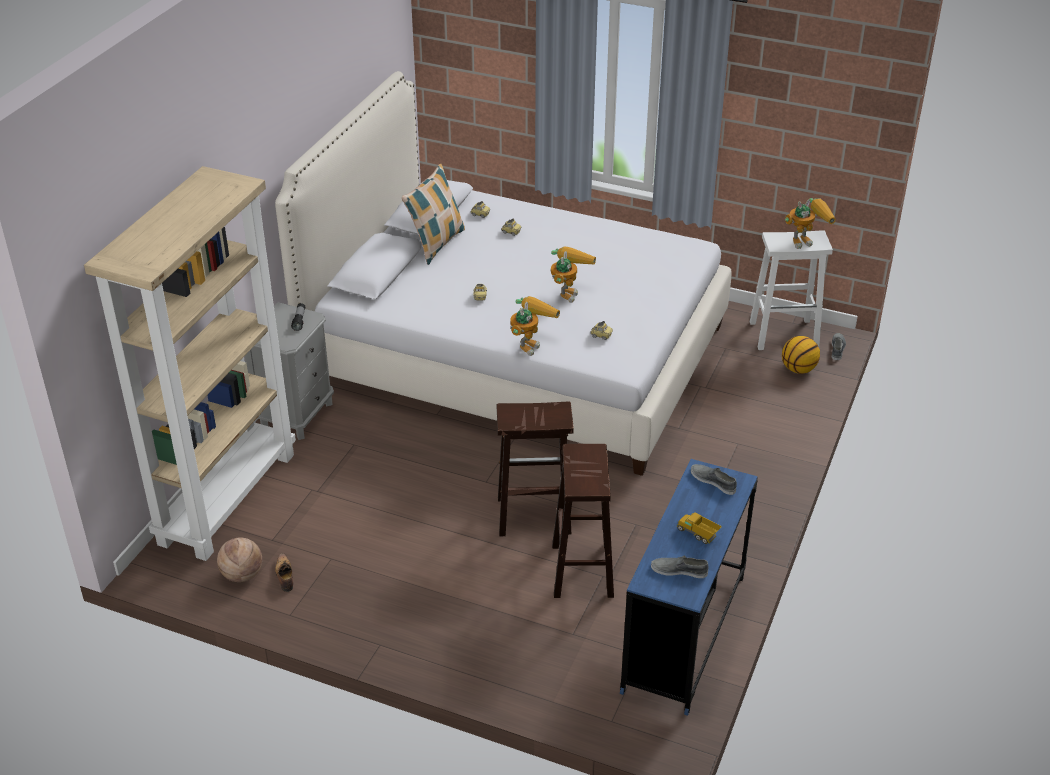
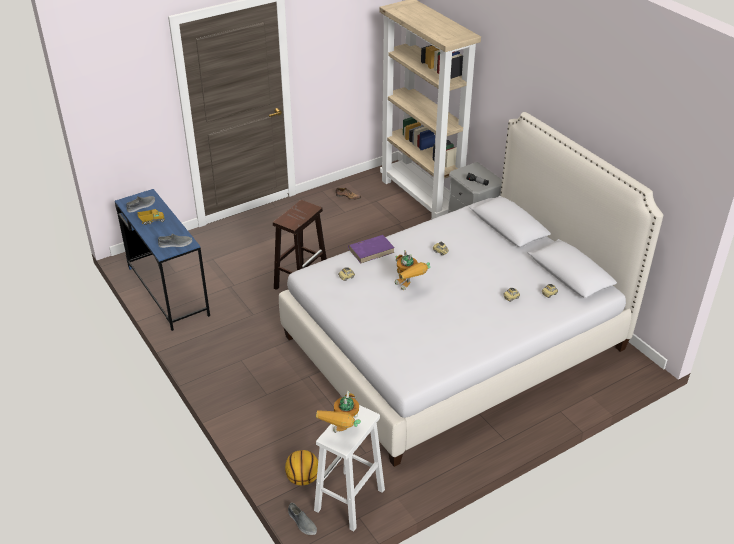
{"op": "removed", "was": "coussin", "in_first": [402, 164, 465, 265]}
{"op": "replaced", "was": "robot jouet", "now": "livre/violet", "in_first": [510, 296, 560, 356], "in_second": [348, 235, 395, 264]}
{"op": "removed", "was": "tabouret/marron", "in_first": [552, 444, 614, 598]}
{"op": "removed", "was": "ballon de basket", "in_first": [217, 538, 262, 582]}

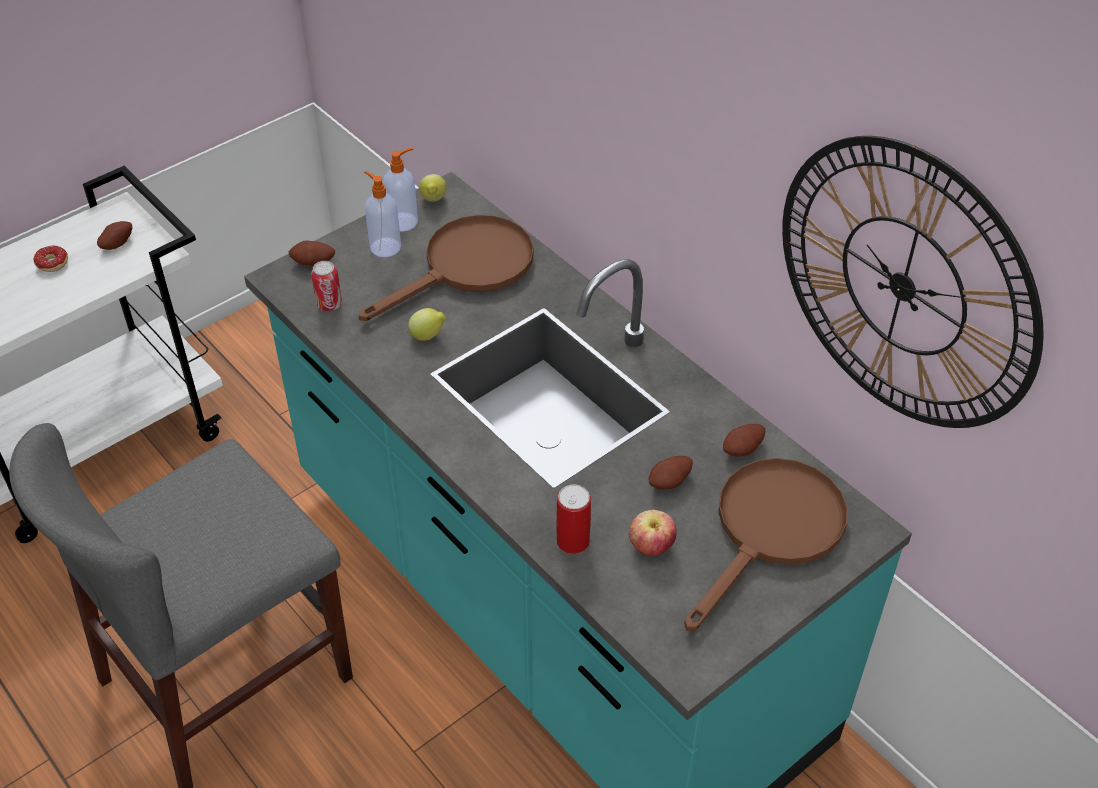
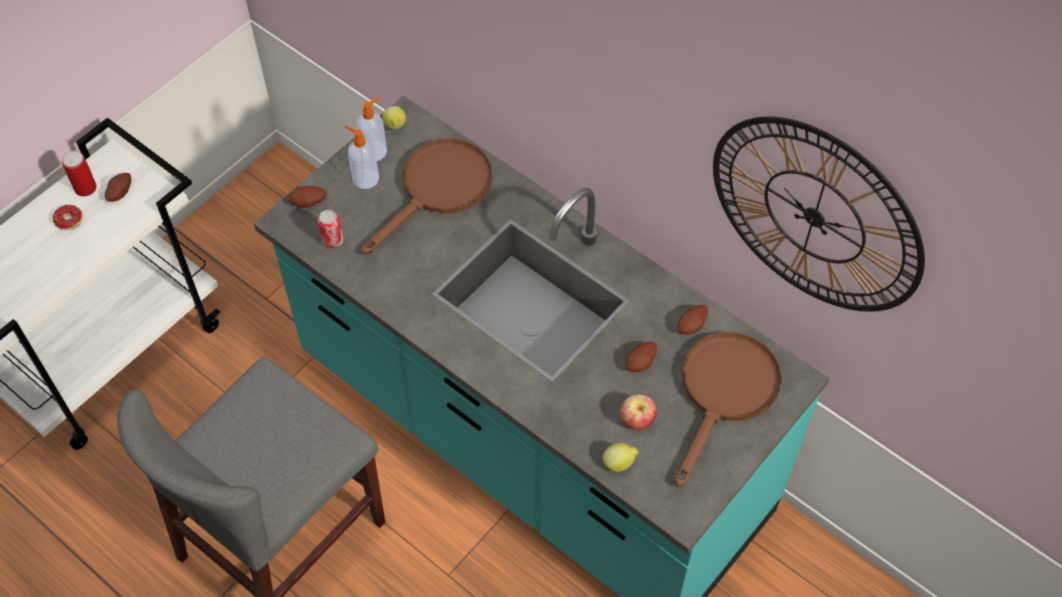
{"op": "moved", "was": "citron", "in_first": [408, 308, 446, 341], "in_second": [603, 443, 639, 472]}
{"op": "moved", "was": "boîte métallique", "in_first": [556, 484, 591, 554], "in_second": [62, 151, 97, 196]}

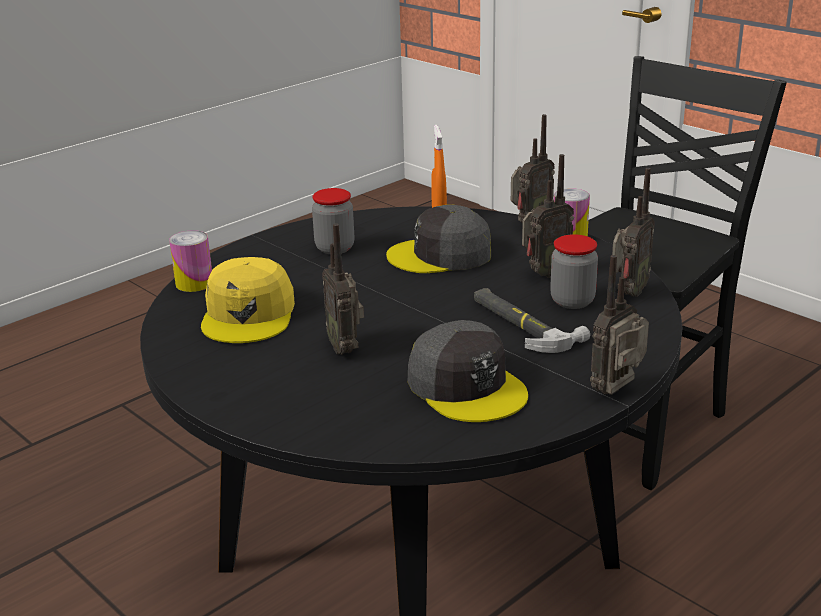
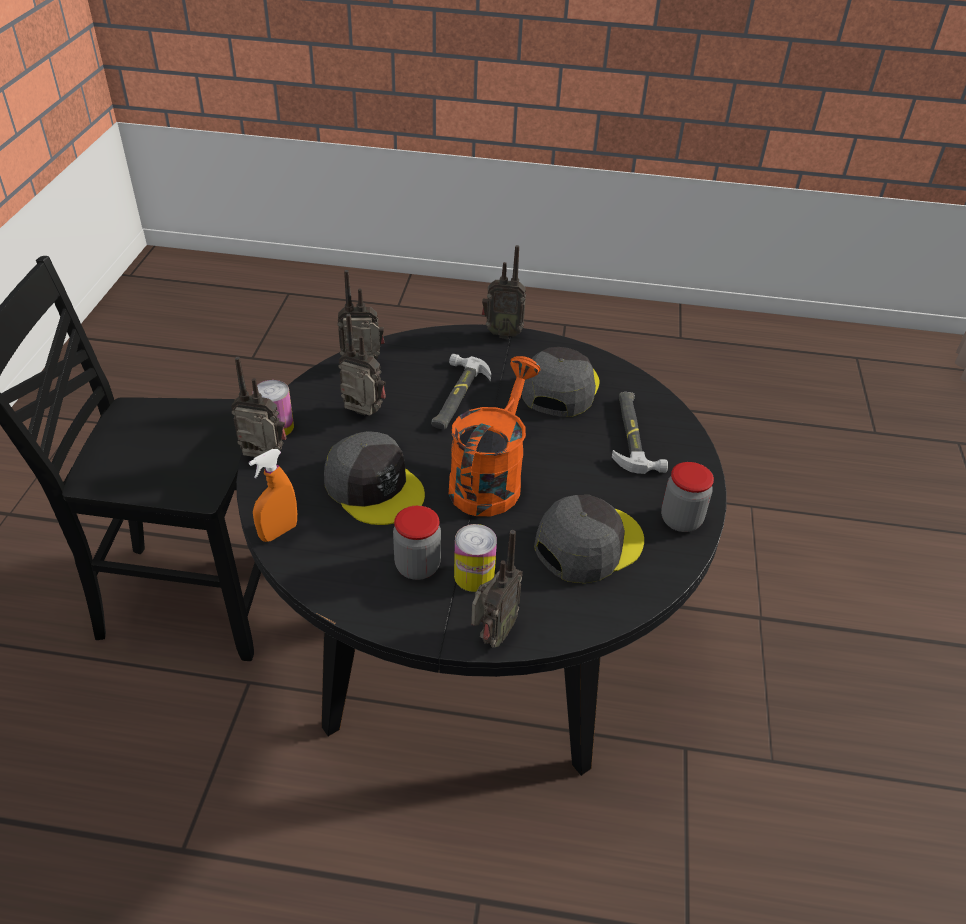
{"op": "moved", "was": "radio", "in_first": [322, 224, 364, 355], "in_second": [471, 530, 523, 647]}
{"op": "moved", "was": "boîte métallique", "in_first": [169, 230, 212, 292], "in_second": [454, 524, 497, 592]}
{"op": "moved", "was": "bocal", "in_first": [550, 234, 598, 309], "in_second": [661, 462, 714, 532]}
{"op": "recoloured", "was": "casquette/jaune", "now": "casquette/gris", "in_first": [201, 257, 295, 343], "in_second": [534, 495, 644, 583]}
{"op": "added", "now": "arrosoir/orange", "in_second": [449, 356, 541, 516]}
{"op": "added", "now": "marteau", "in_second": [612, 392, 668, 474]}

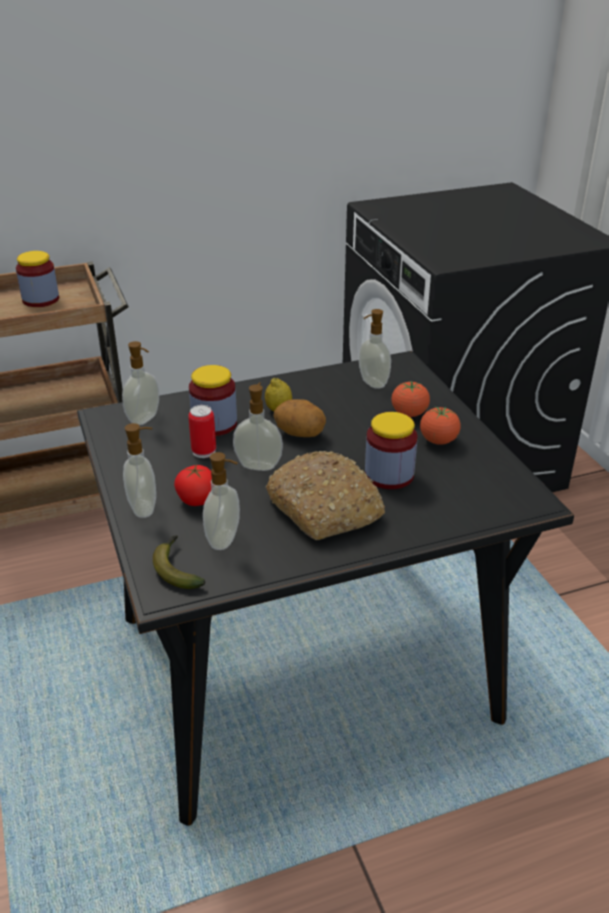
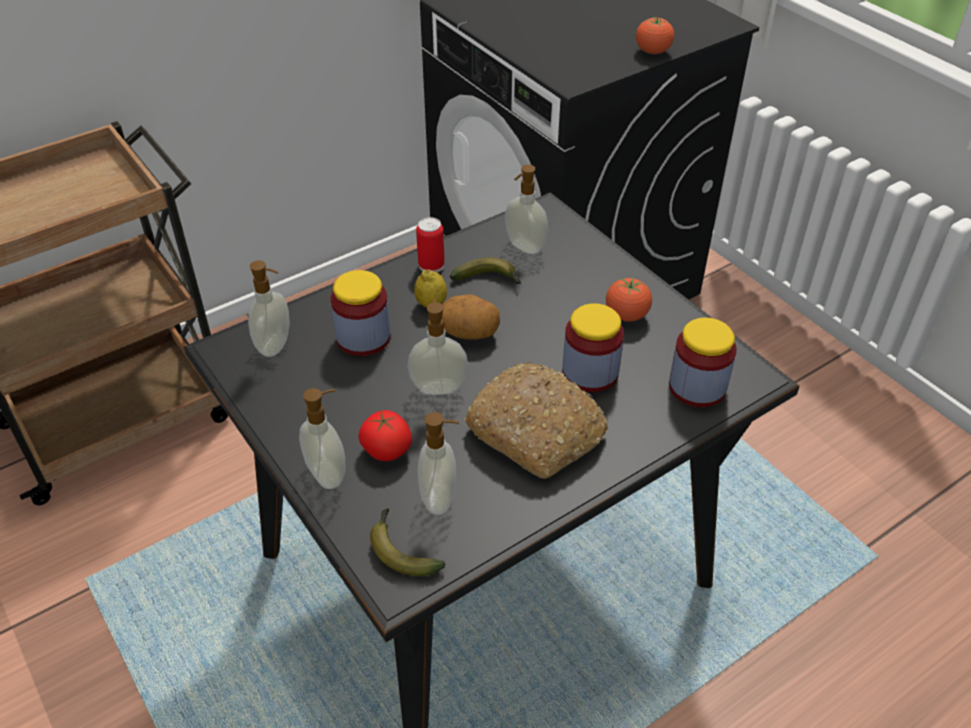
{"op": "moved", "was": "bocal", "in_first": [16, 251, 59, 307], "in_second": [669, 318, 737, 407]}
{"op": "moved", "was": "tomate", "in_first": [392, 381, 430, 417], "in_second": [636, 17, 674, 54]}
{"op": "moved", "was": "boîte métallique", "in_first": [188, 405, 216, 458], "in_second": [416, 217, 445, 273]}
{"op": "added", "now": "banane", "in_second": [450, 257, 521, 284]}

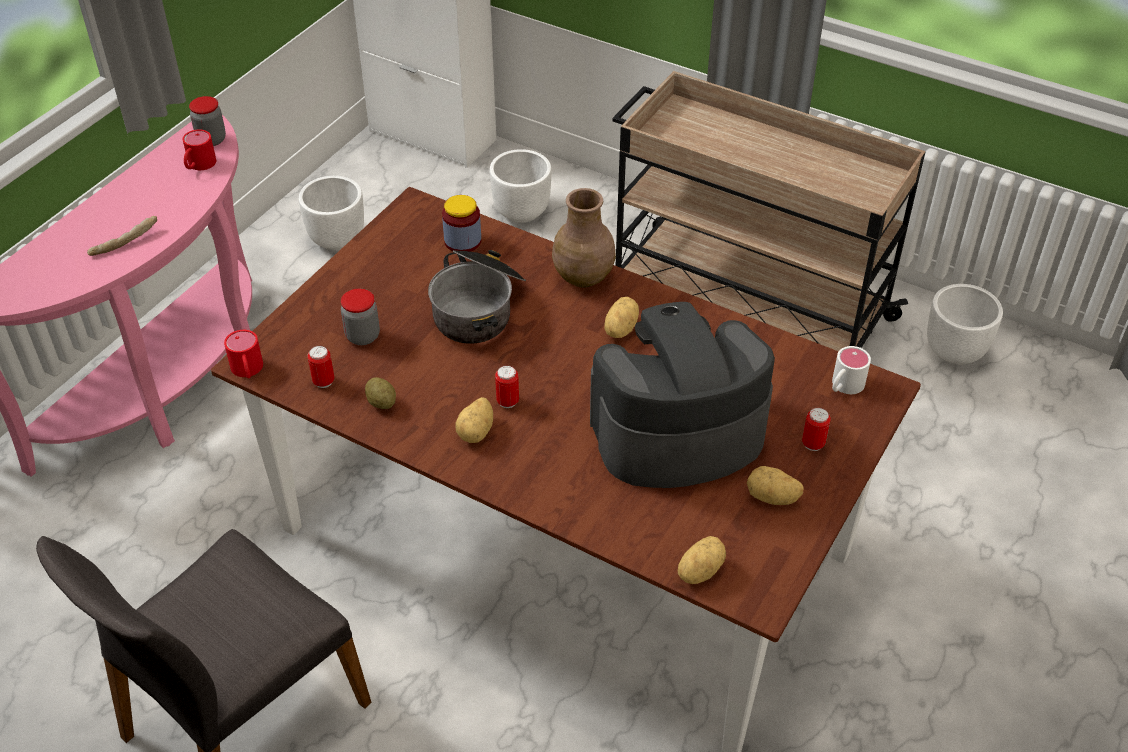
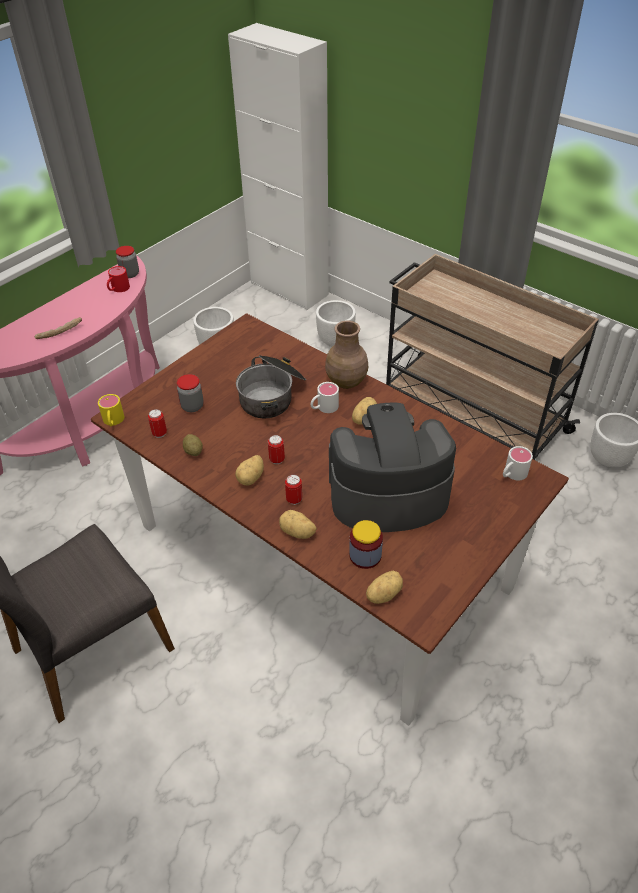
{"op": "moved", "was": "bocal", "in_first": [442, 195, 481, 252], "in_second": [349, 520, 383, 569]}
{"op": "recoloured", "was": "mug/rouge", "now": "mug/jaune", "in_first": [224, 330, 263, 378], "in_second": [98, 394, 125, 426]}
{"op": "moved", "was": "boîte métallique", "in_first": [802, 407, 831, 451], "in_second": [285, 475, 302, 505]}
{"op": "moved", "was": "pomme de terre", "in_first": [747, 466, 804, 505], "in_second": [279, 510, 317, 539]}
{"op": "added", "now": "mug/blanc", "in_second": [311, 382, 339, 413]}

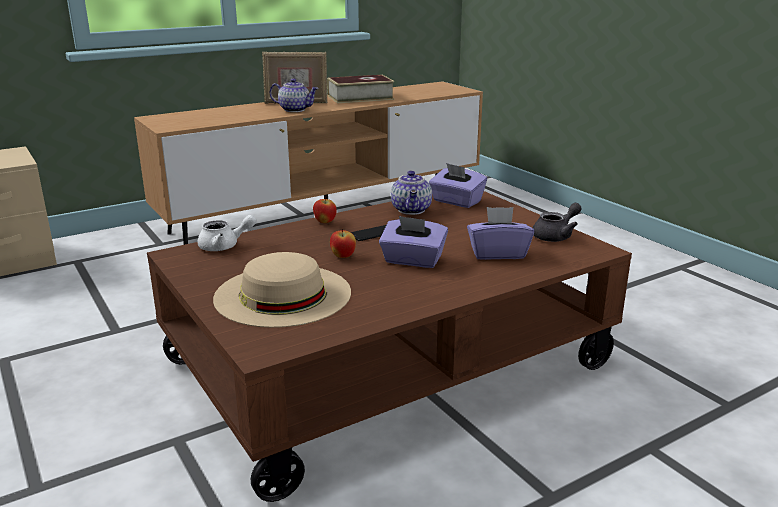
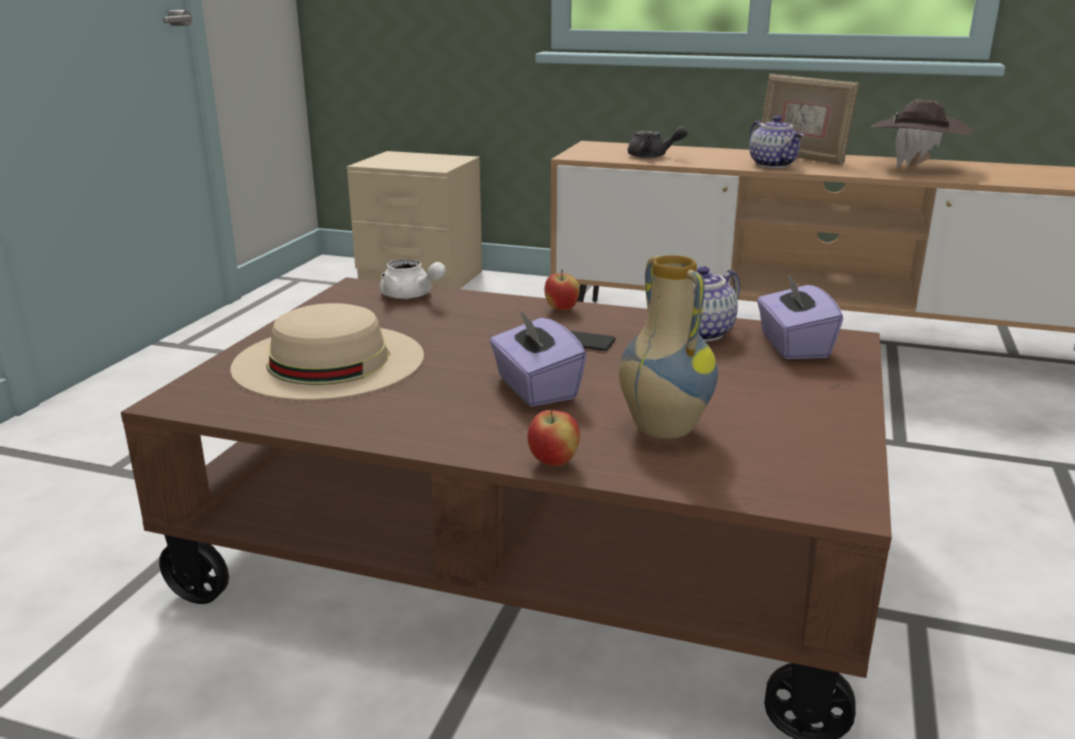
{"op": "replaced", "was": "livre", "now": "chapeau/marron", "in_first": [327, 75, 394, 103], "in_second": [870, 100, 973, 167]}
{"op": "moved", "was": "théière/gris", "in_first": [533, 203, 582, 242], "in_second": [628, 126, 688, 158]}
{"op": "replaced", "was": "boîte à mouchoirs/violet", "now": "vase", "in_first": [467, 207, 534, 260], "in_second": [619, 255, 718, 439]}
{"op": "moved", "was": "pomme", "in_first": [330, 228, 356, 258], "in_second": [527, 408, 580, 466]}

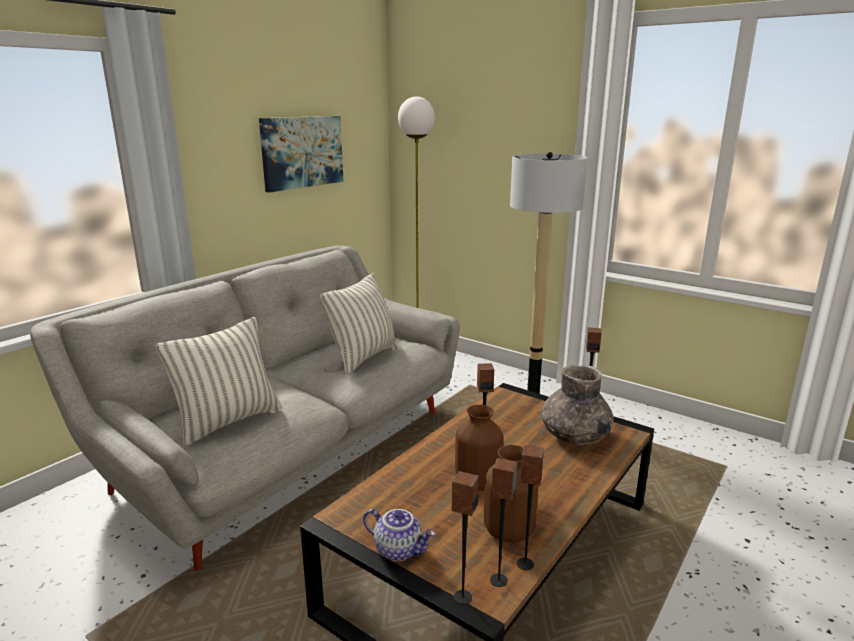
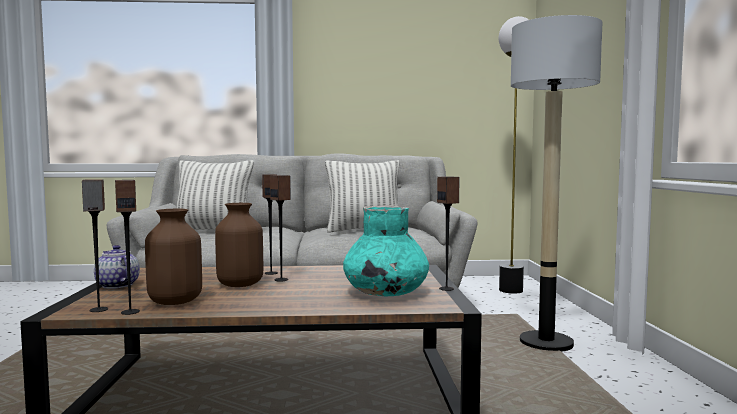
{"op": "removed", "was": "tableau", "in_first": [259, 116, 344, 193]}
{"op": "recoloured", "was": "vase/gris", "now": "vase/turquoise", "in_first": [542, 365, 614, 445], "in_second": [343, 205, 429, 296]}
{"op": "moved", "was": "enceinte", "in_first": [452, 471, 479, 604], "in_second": [262, 174, 278, 275]}
{"op": "turned", "was": "théière", "in_first": [363, 509, 435, 561], "in_second": [94, 245, 140, 289], "clockwise": 150}

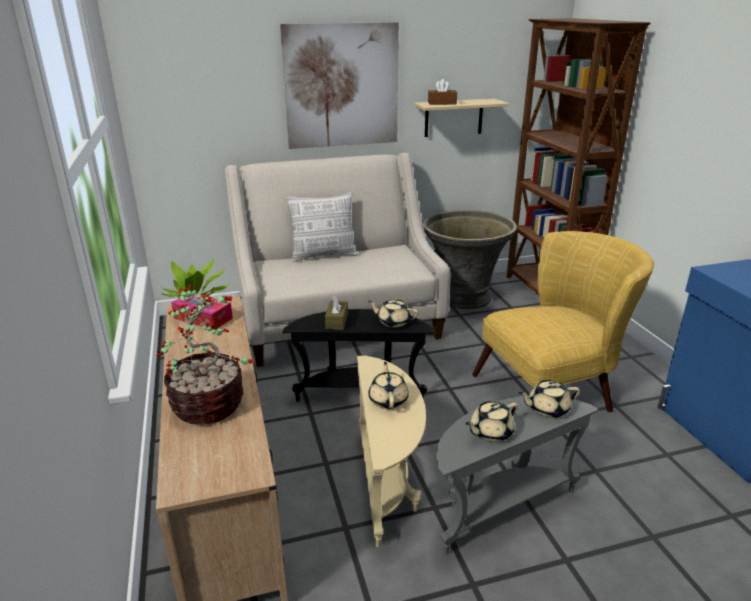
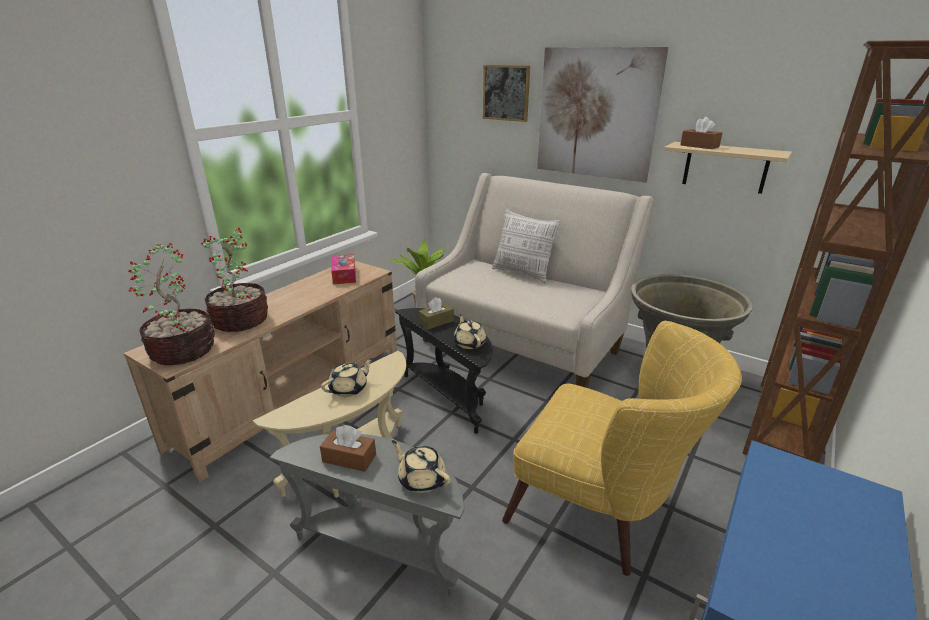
{"op": "replaced", "was": "théière/beige", "now": "boîte à mouchoirs/marron", "in_first": [465, 401, 518, 442], "in_second": [320, 425, 376, 472]}
{"op": "added", "now": "tableau", "in_second": [483, 65, 530, 122]}
{"op": "added", "now": "plante en pot", "in_second": [129, 243, 215, 365]}

